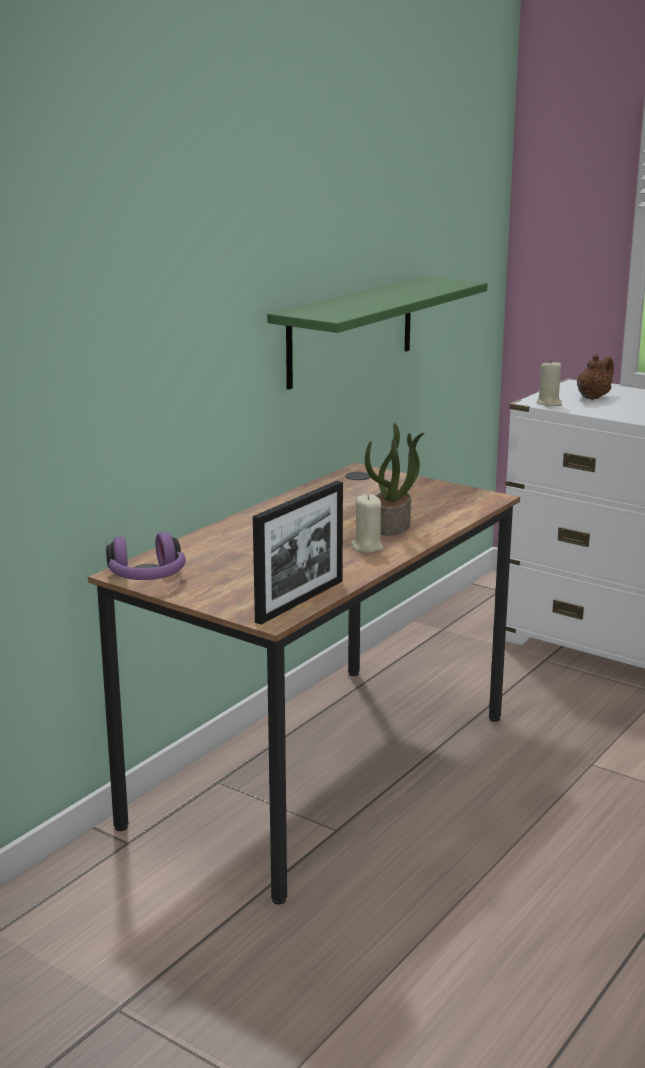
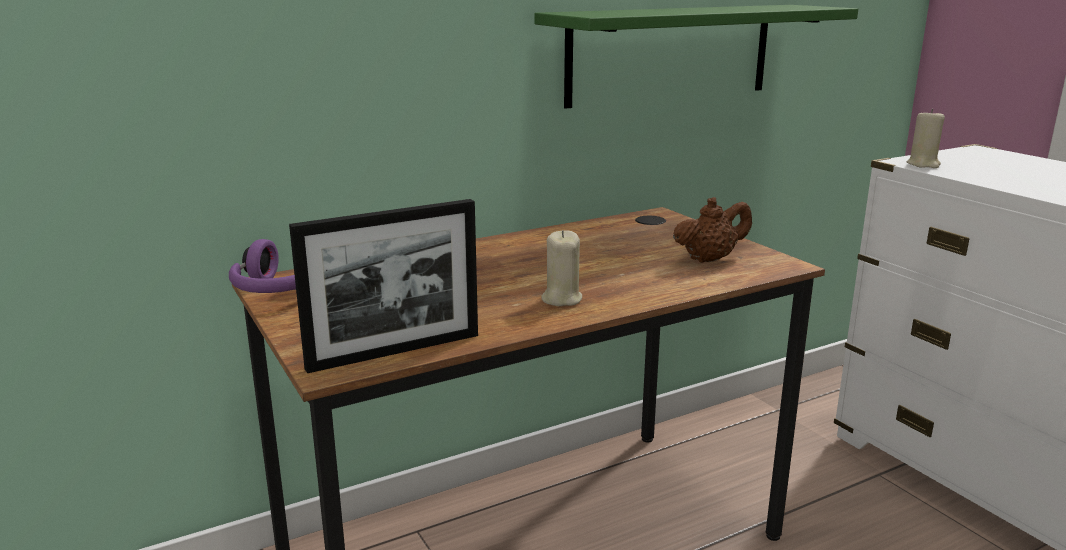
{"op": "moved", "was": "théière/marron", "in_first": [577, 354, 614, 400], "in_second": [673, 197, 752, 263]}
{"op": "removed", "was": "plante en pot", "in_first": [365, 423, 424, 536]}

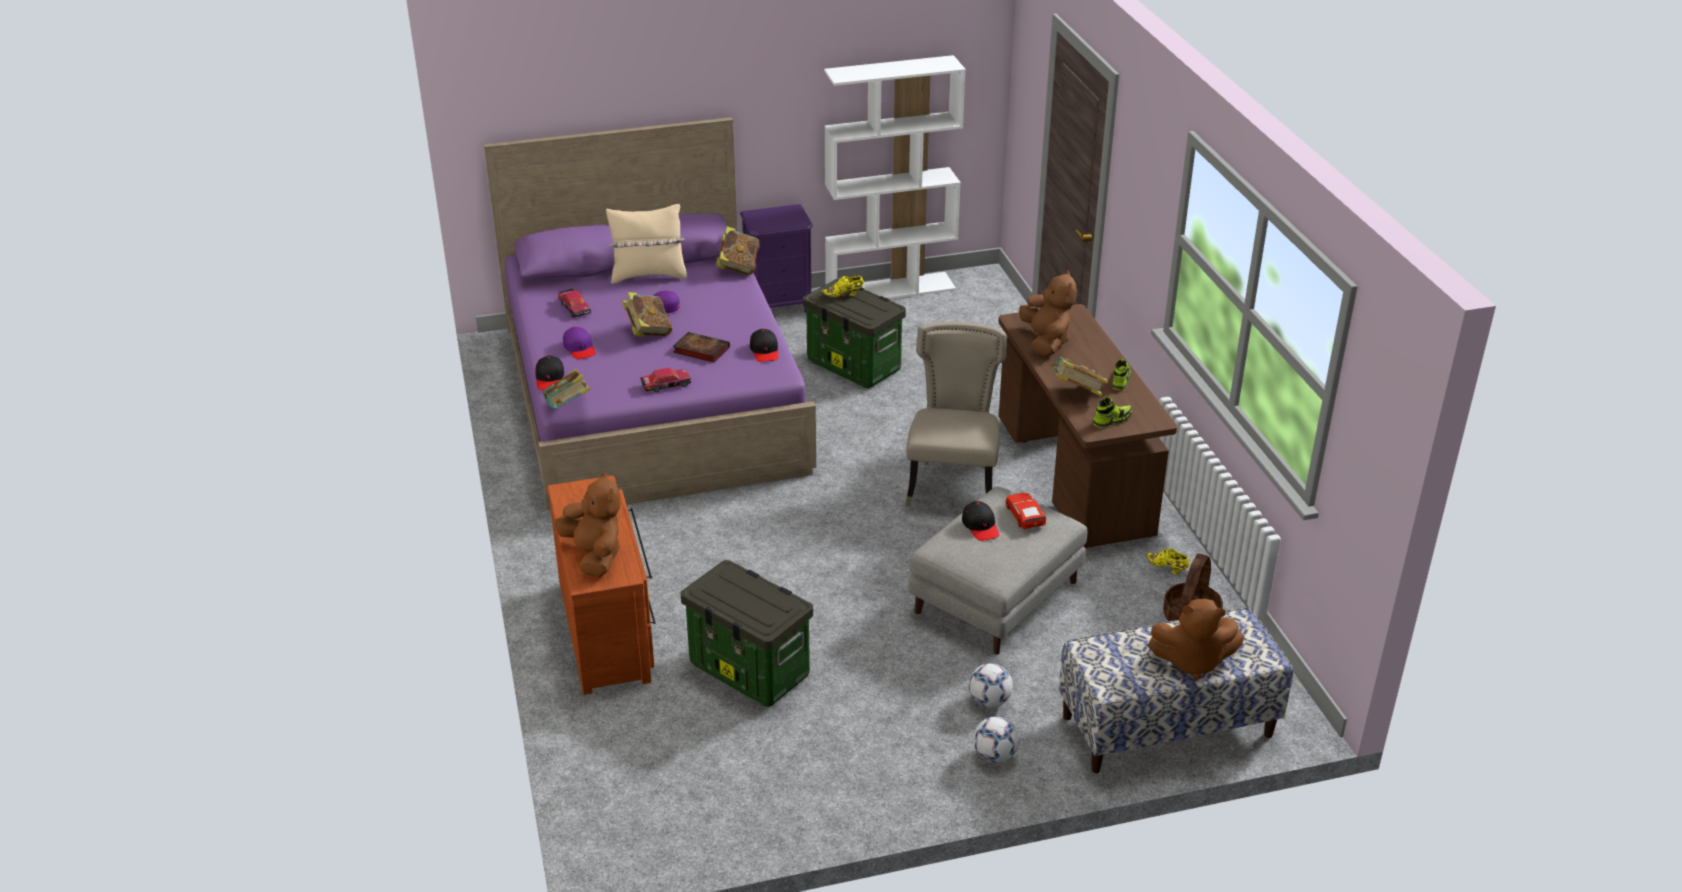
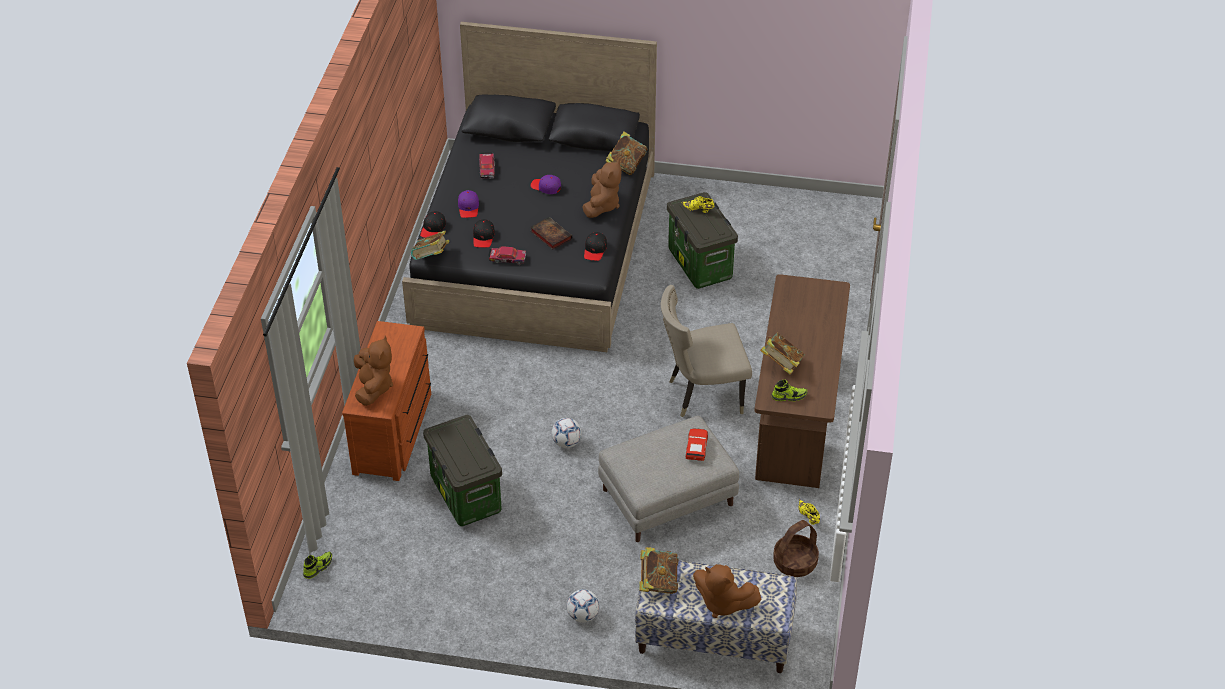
{"op": "removed", "was": "bibliothèque/blanc", "in_first": [824, 55, 966, 299]}
{"op": "recoloured", "was": "lit/violet", "now": "lit/noir", "in_first": [484, 117, 816, 510], "in_second": [402, 22, 657, 352]}
{"op": "removed", "was": "coussin/beige", "in_first": [606, 204, 687, 284]}
{"op": "removed", "was": "table de chevet/violet", "in_first": [740, 204, 813, 313]}
{"op": "moved", "was": "peluche/marron", "in_first": [1019, 270, 1077, 357], "in_second": [582, 159, 622, 218]}
{"op": "moved", "was": "livre", "in_first": [622, 292, 672, 336], "in_second": [639, 547, 678, 594]}
{"op": "turned", "was": "chaise/beige", "in_first": [905, 322, 1007, 507], "in_second": [661, 285, 752, 417], "clockwise": -135}
{"op": "moved", "was": "chaussure", "in_first": [1112, 359, 1131, 391], "in_second": [303, 551, 332, 579]}
{"op": "moved", "was": "casquette/noir", "in_first": [962, 501, 999, 541], "in_second": [473, 219, 495, 248]}
{"op": "moved", "was": "ballon de foot", "in_first": [969, 663, 1013, 708], "in_second": [551, 418, 581, 448]}

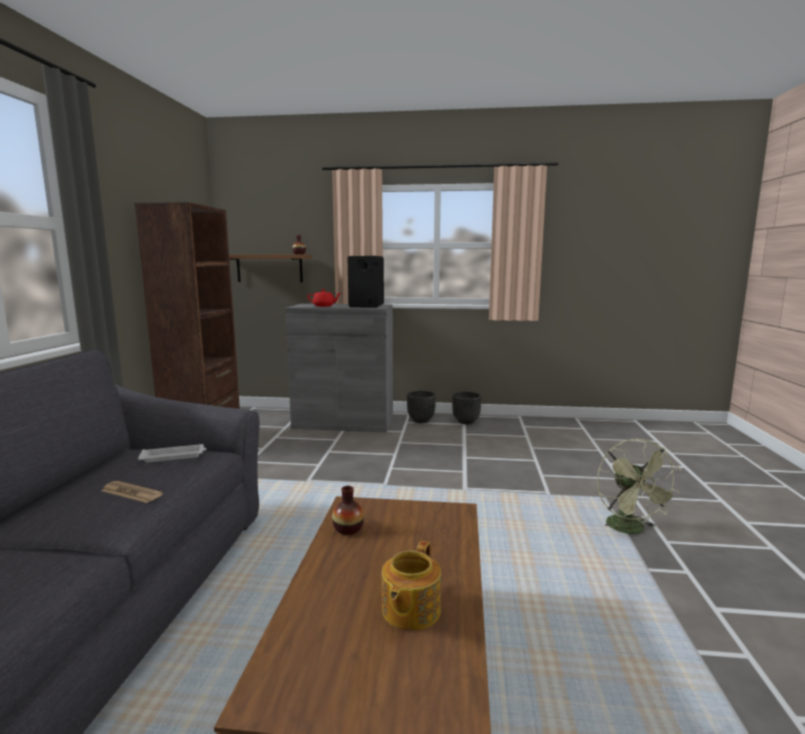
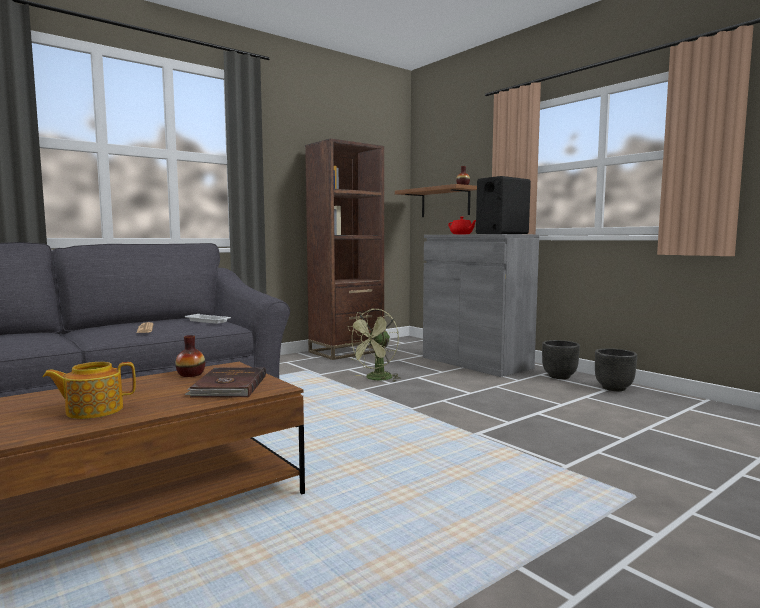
{"op": "moved", "was": "ventilateur/vert", "in_first": [597, 438, 681, 534], "in_second": [345, 308, 401, 382]}
{"op": "added", "now": "livre/marron", "in_second": [185, 367, 266, 397]}

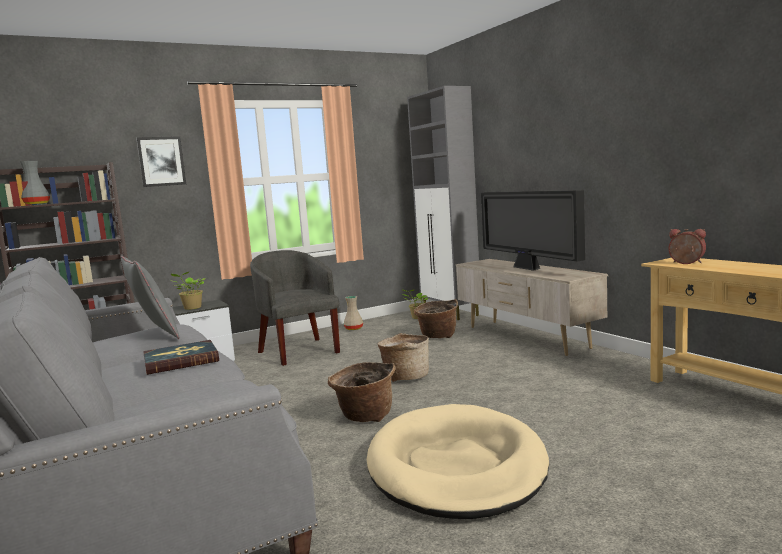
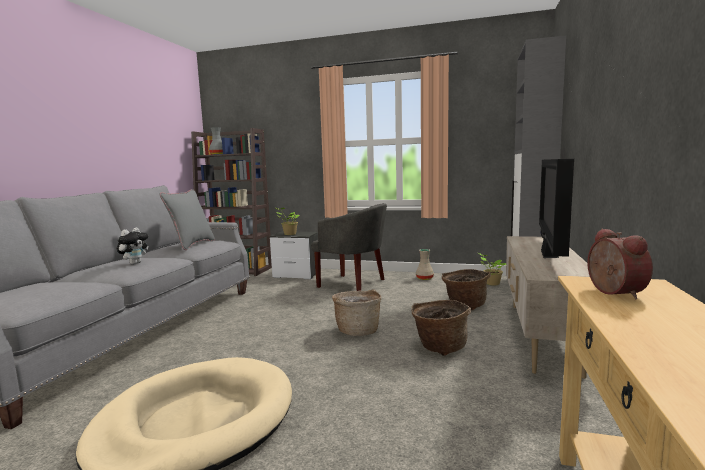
{"op": "removed", "was": "tableau", "in_first": [136, 136, 186, 187]}
{"op": "turned", "was": "fauteuil/gris", "in_first": [250, 250, 340, 366], "in_second": [311, 203, 387, 291], "clockwise": 105}
{"op": "replaced", "was": "livre", "now": "peluche", "in_first": [143, 340, 219, 375], "in_second": [117, 227, 148, 265]}
{"op": "moved", "was": "panier", "in_first": [328, 362, 396, 422], "in_second": [411, 300, 472, 356]}

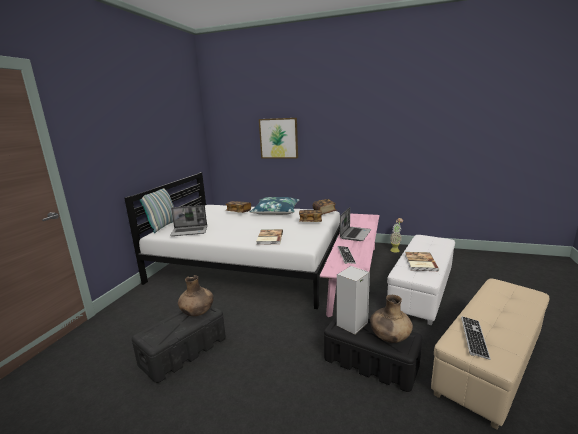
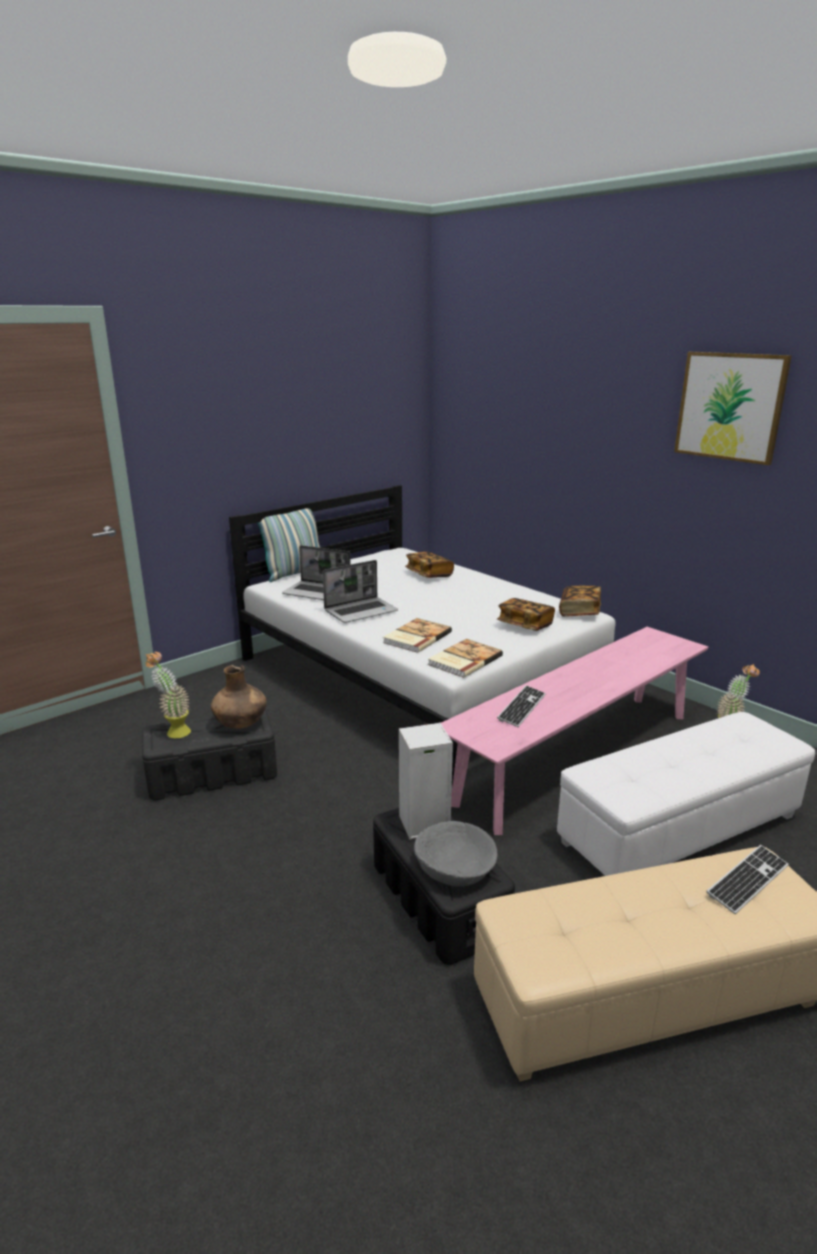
{"op": "moved", "was": "tableau", "in_first": [259, 118, 298, 159], "in_second": [674, 352, 792, 465]}
{"op": "removed", "was": "coussin/bleu", "in_first": [250, 197, 299, 215]}
{"op": "moved", "was": "ordinateur portable", "in_first": [340, 207, 371, 241], "in_second": [323, 560, 398, 623]}
{"op": "moved", "was": "livre", "in_first": [405, 252, 439, 271], "in_second": [428, 639, 503, 678]}
{"op": "replaced", "was": "vase/marron", "now": "bol/gris", "in_first": [370, 295, 413, 343], "in_second": [414, 821, 497, 887]}
{"op": "moved", "was": "clavier", "in_first": [461, 316, 491, 360], "in_second": [706, 845, 789, 914]}
{"op": "added", "now": "plante en pot", "in_second": [145, 652, 191, 738]}

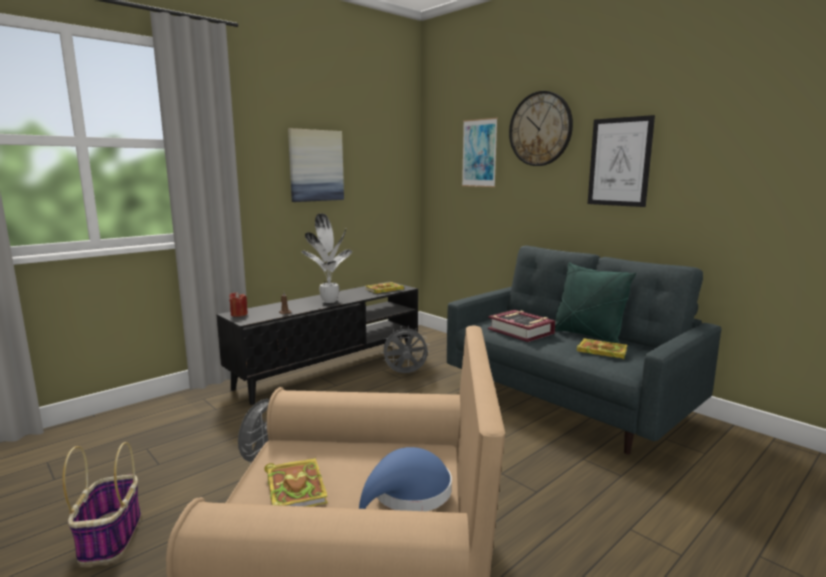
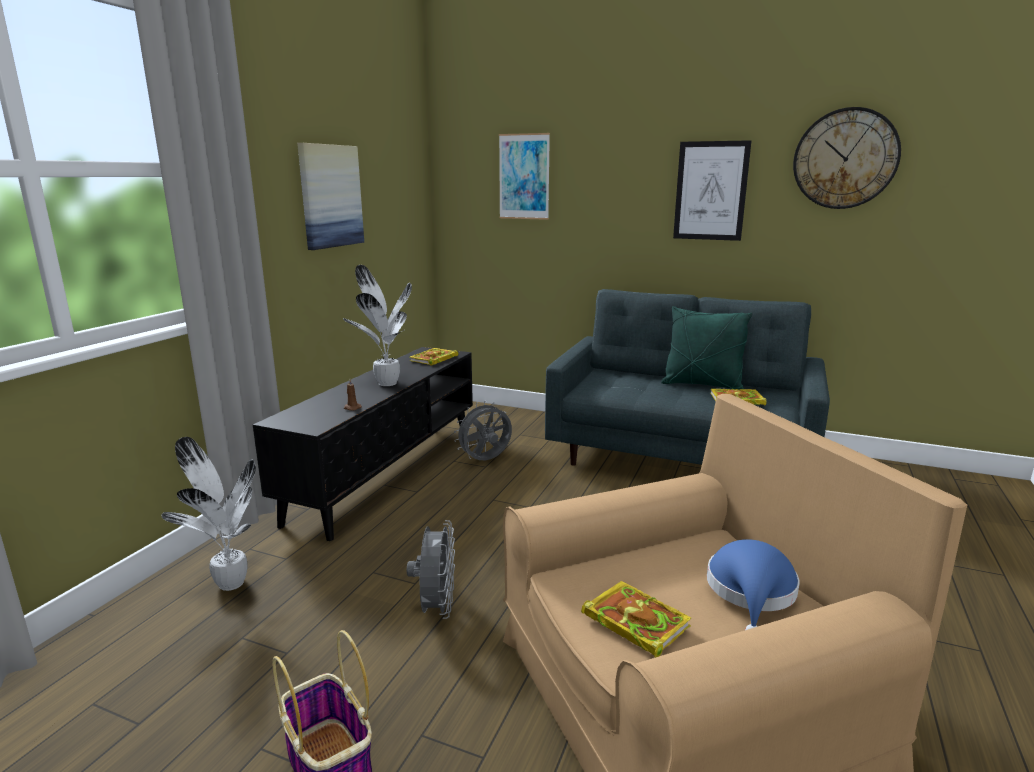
{"op": "moved", "was": "horloge murale", "in_first": [509, 91, 573, 166], "in_second": [793, 107, 901, 209]}
{"op": "removed", "was": "bougie/rouge", "in_first": [229, 292, 248, 317]}
{"op": "removed", "was": "livre", "in_first": [488, 310, 555, 342]}
{"op": "added", "now": "plante en pot", "in_second": [162, 437, 256, 591]}

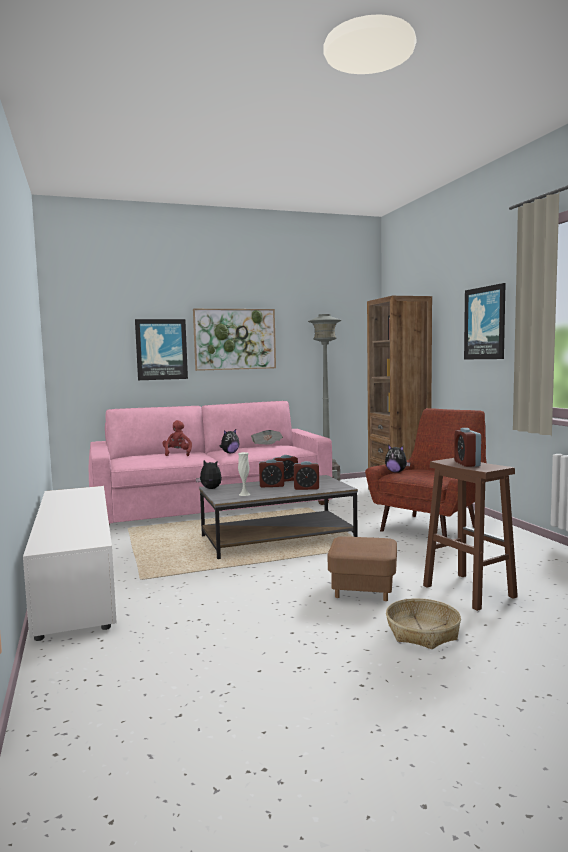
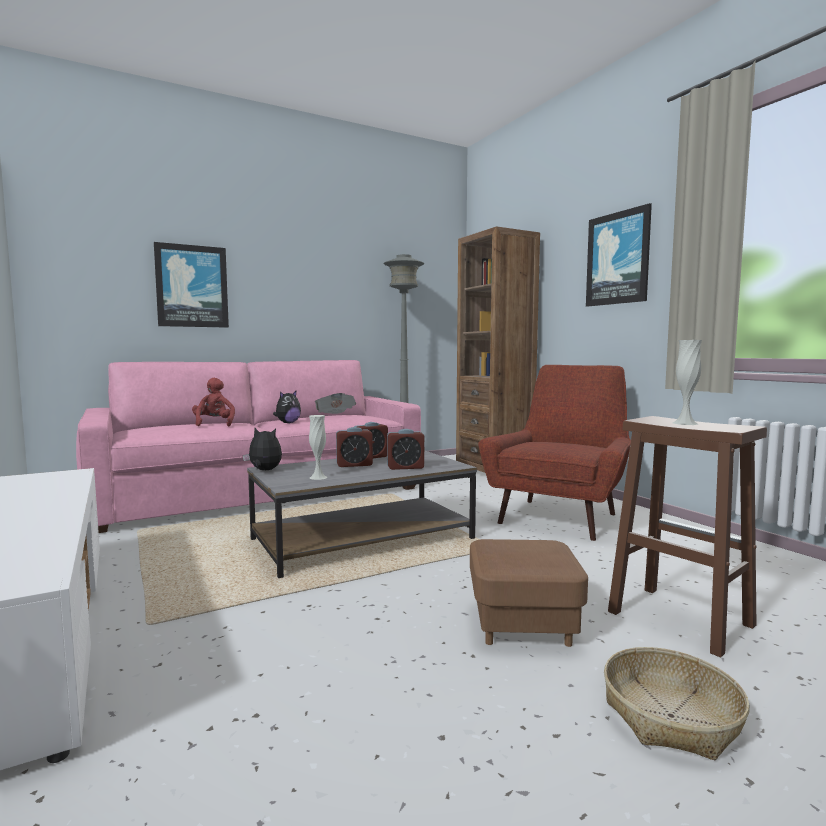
{"op": "removed", "was": "tableau", "in_first": [193, 309, 276, 371]}
{"op": "replaced", "was": "réveil", "now": "vase/blanc", "in_first": [454, 428, 481, 467], "in_second": [672, 340, 702, 425]}
{"op": "removed", "was": "peluche", "in_first": [385, 445, 410, 473]}

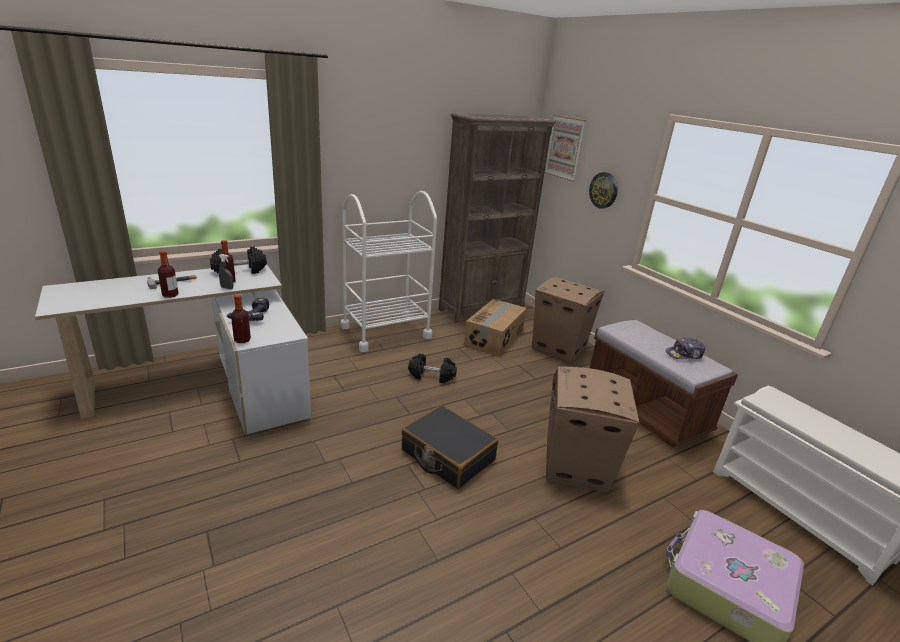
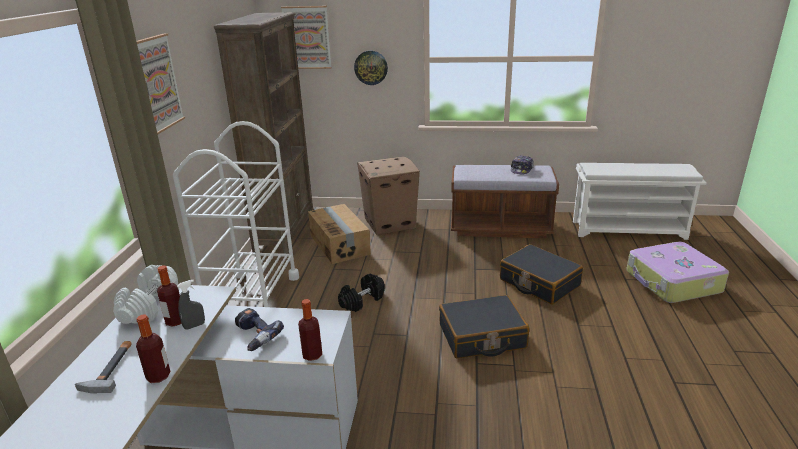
{"op": "recoloured", "was": "haltère/noir", "now": "haltère/blanc", "in_first": [210, 246, 267, 274], "in_second": [113, 265, 179, 324]}
{"op": "replaced", "was": "carton", "now": "valise/noir", "in_first": [546, 367, 639, 493], "in_second": [500, 244, 583, 305]}
{"op": "added", "now": "tableau", "in_second": [137, 33, 185, 134]}

